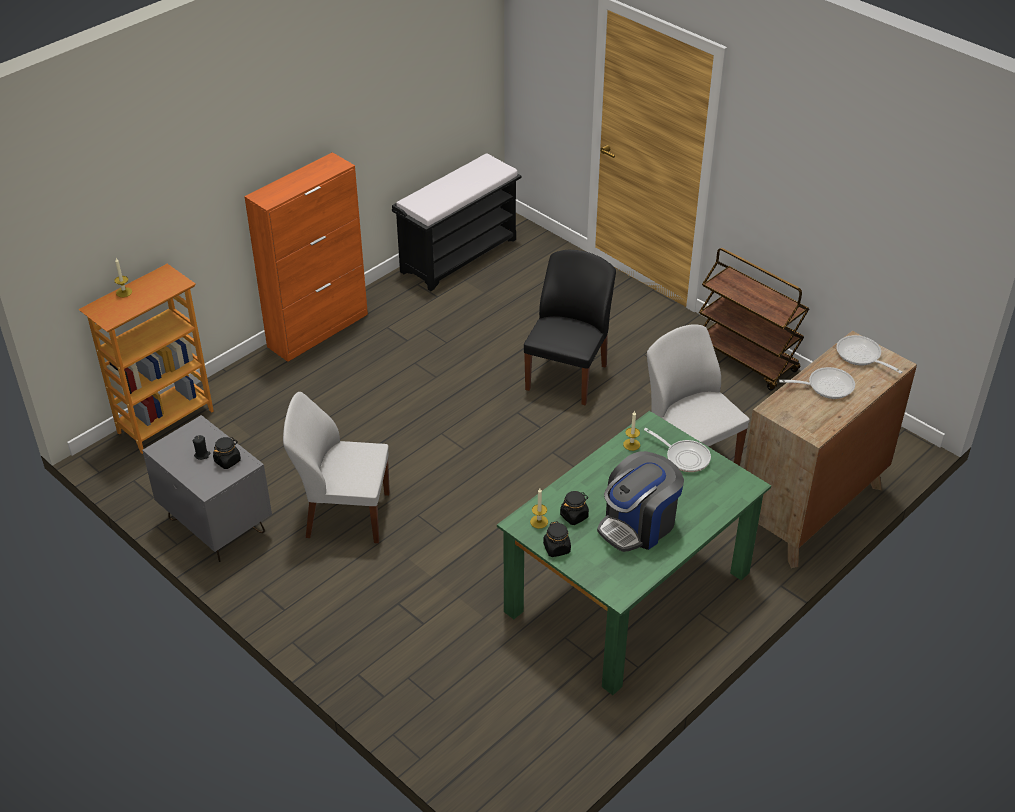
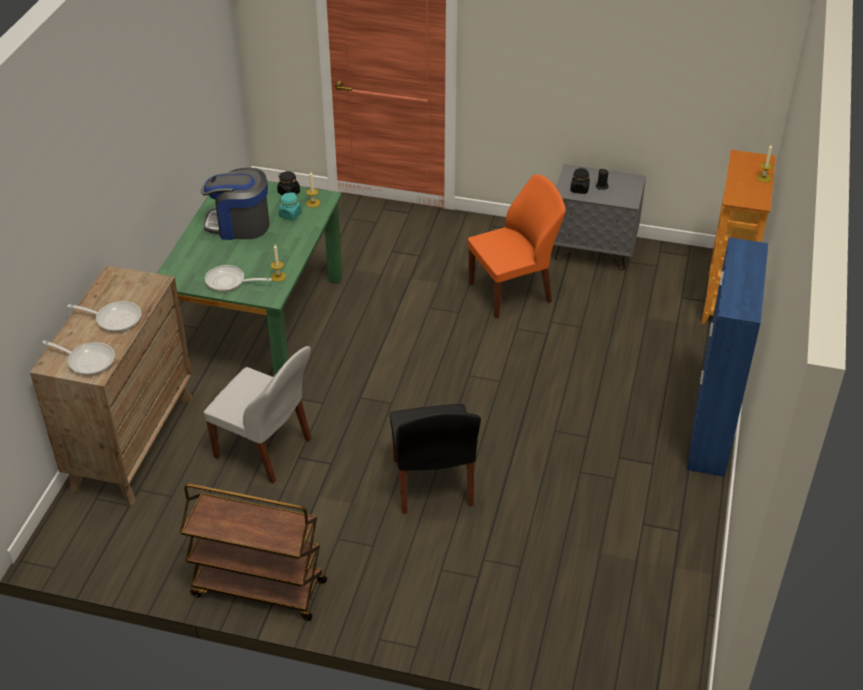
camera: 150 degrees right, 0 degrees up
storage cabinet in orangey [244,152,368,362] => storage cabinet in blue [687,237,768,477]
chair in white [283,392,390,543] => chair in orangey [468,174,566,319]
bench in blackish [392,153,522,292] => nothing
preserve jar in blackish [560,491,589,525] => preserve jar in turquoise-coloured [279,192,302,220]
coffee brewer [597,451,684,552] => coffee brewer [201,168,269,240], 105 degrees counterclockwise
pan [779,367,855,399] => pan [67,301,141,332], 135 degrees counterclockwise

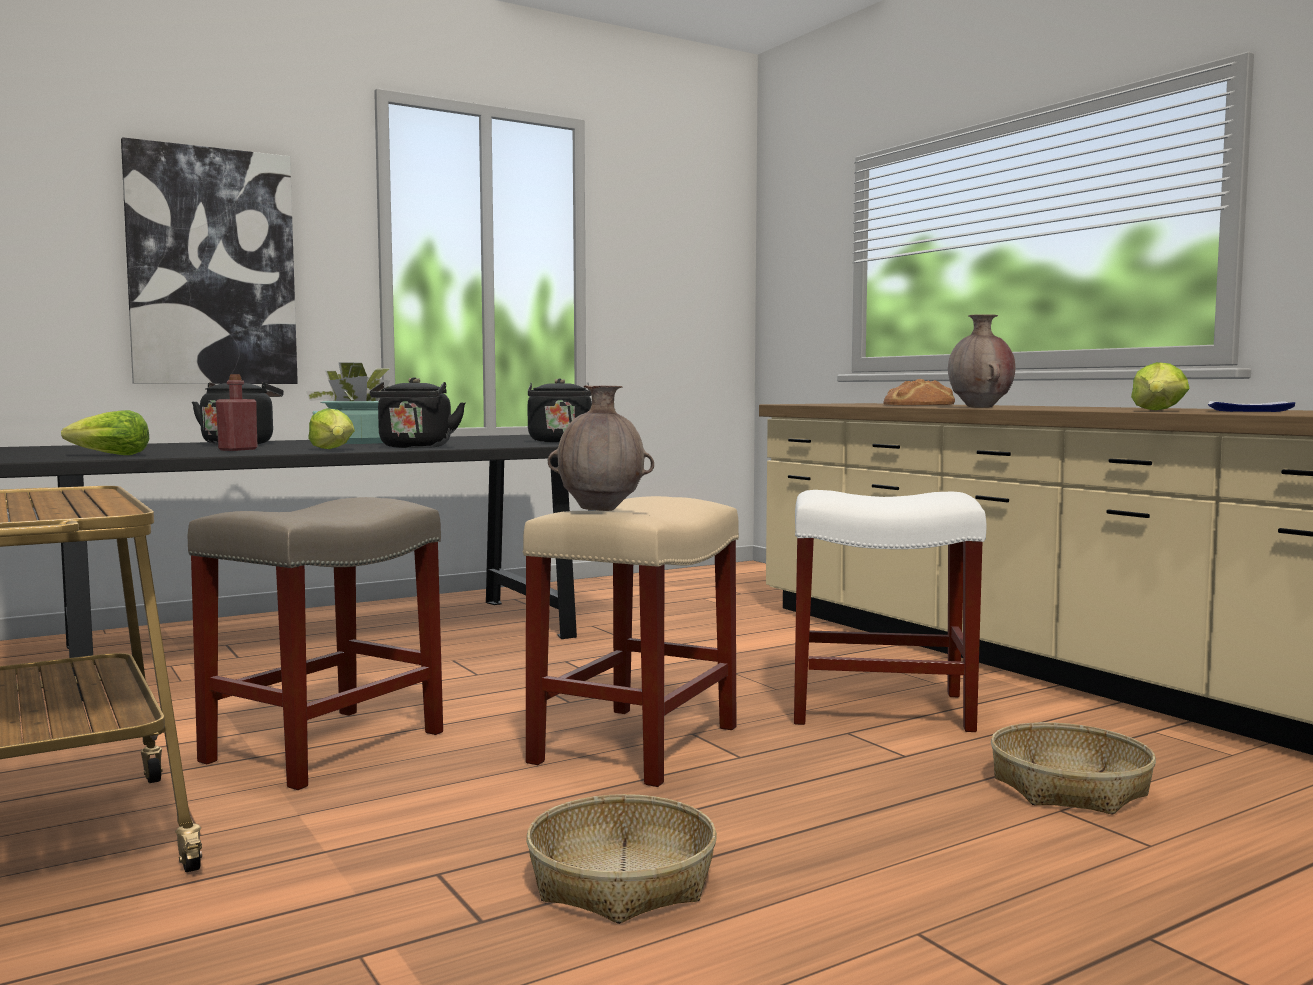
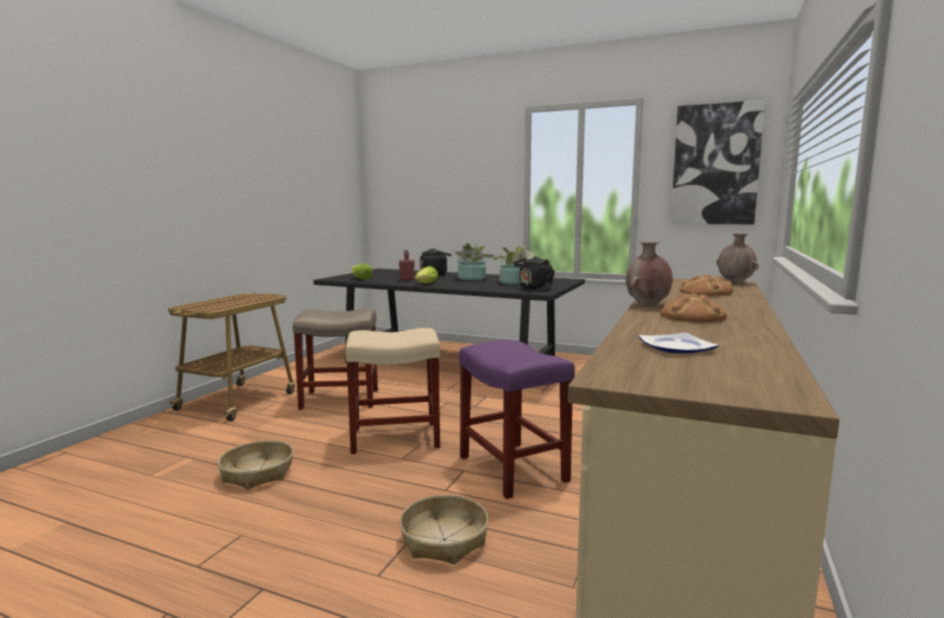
camera: 55 degrees right, 5 degrees up
wall picture [121,137,298,384] => wall picture [671,100,765,224], relocated
kettle in blackish [370,377,466,448] => nothing
vase in brown-coloured [548,385,654,511] => vase in brown-coloured [716,233,759,284], relocated
stool in white [794,490,986,732] => stool in purple [459,340,575,499]
head of lettuce [1131,362,1190,410] => nothing
nothing => plant in a pot [489,245,534,285]
nothing => baked bread [660,294,727,322]

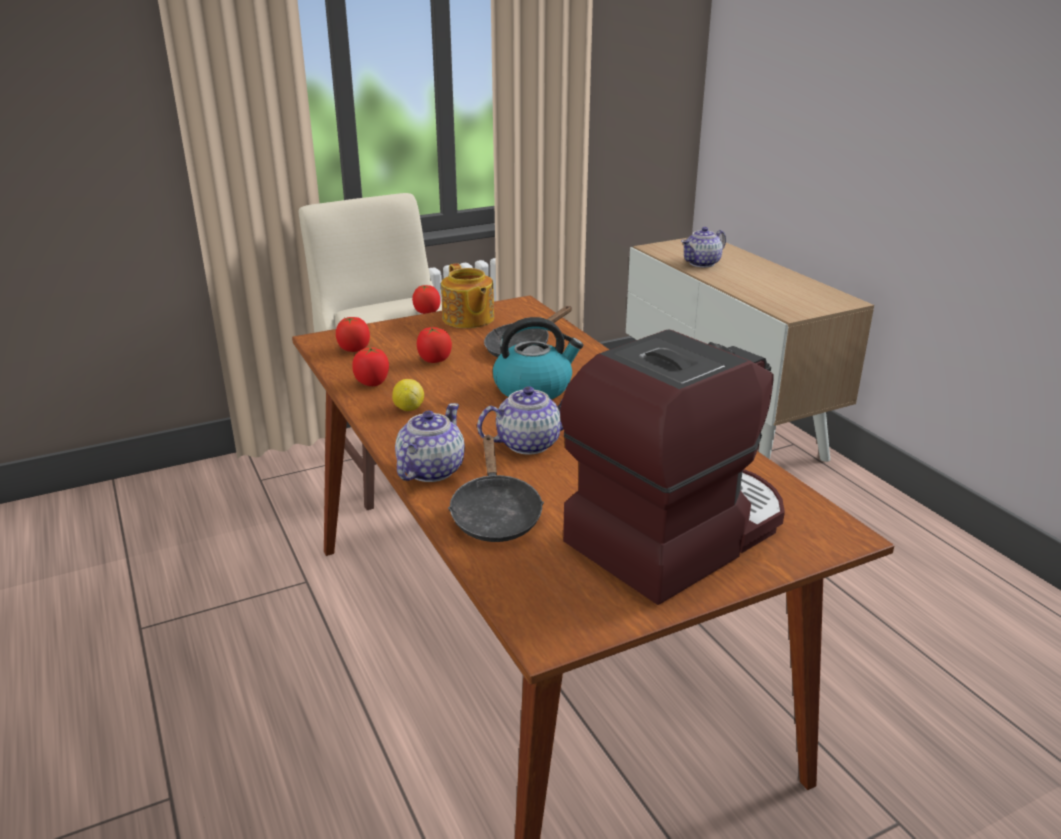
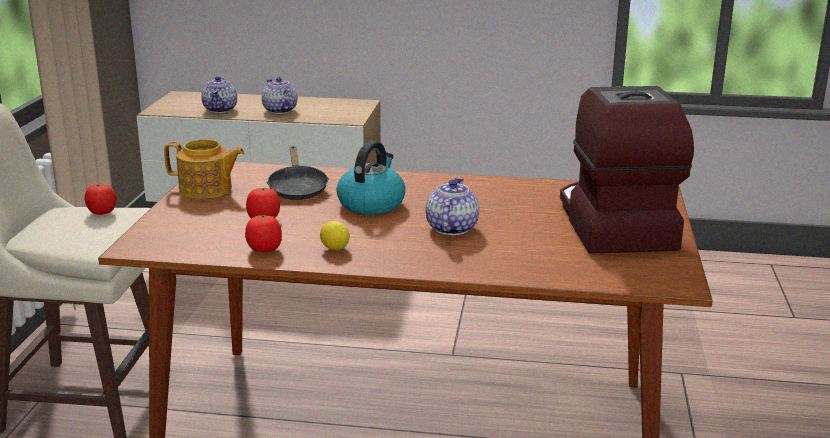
camera: 55 degrees left, 5 degrees down
whole tomato [336,317,370,352] => nothing
teapot [395,403,465,482] => teapot [262,77,297,114], relocated
pan in blackish [448,435,544,542] => nothing

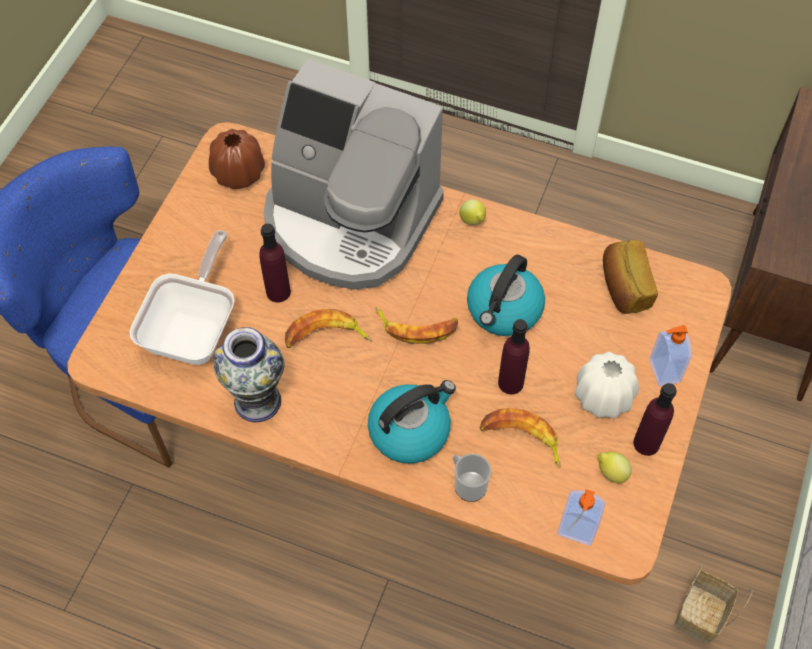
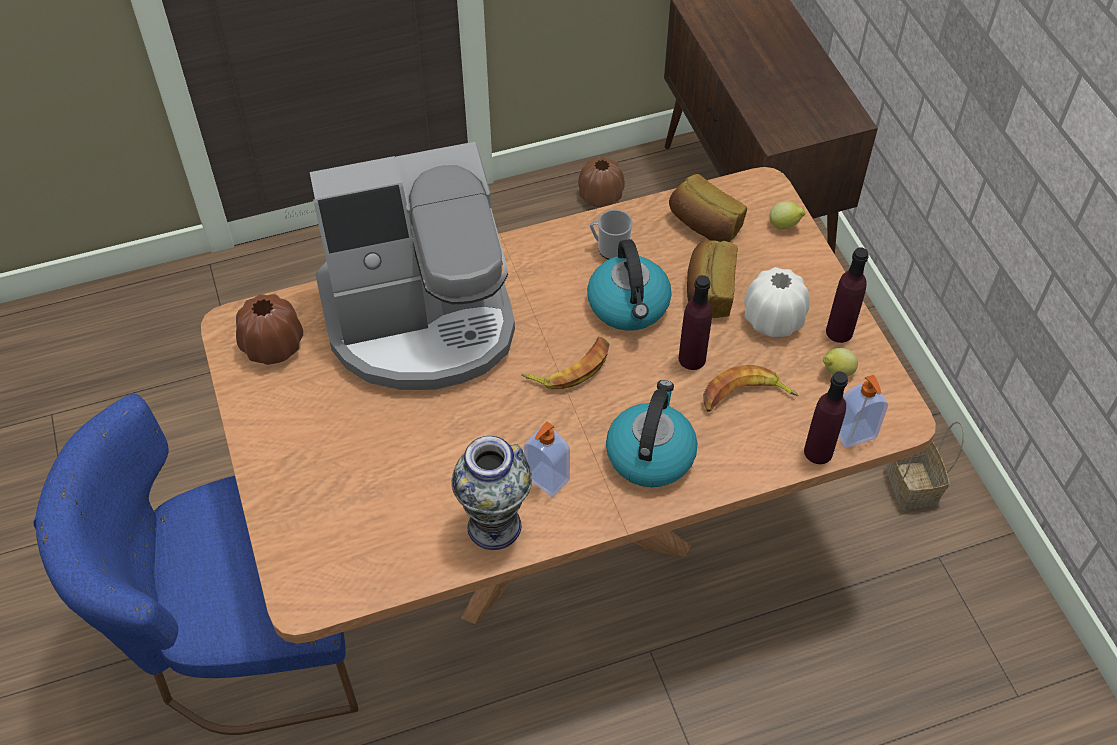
camera: 40 degrees left, 5 degrees down
pan [129,230,235,365] => nothing
bottle in purple [259,224,291,303] => bottle in purple [804,371,848,464], relocated
banana [285,309,371,348] => nothing
coffee mug [453,454,491,502] => coffee mug [590,210,633,260], relocated
lemon [459,199,486,225] => lemon [770,201,806,230], relocated
liquid soap bottle [650,325,692,386] => liquid soap bottle [524,421,570,497], relocated
nothing => vase in brown-coloured [578,157,625,207]
nothing => baked bread [687,240,738,318]

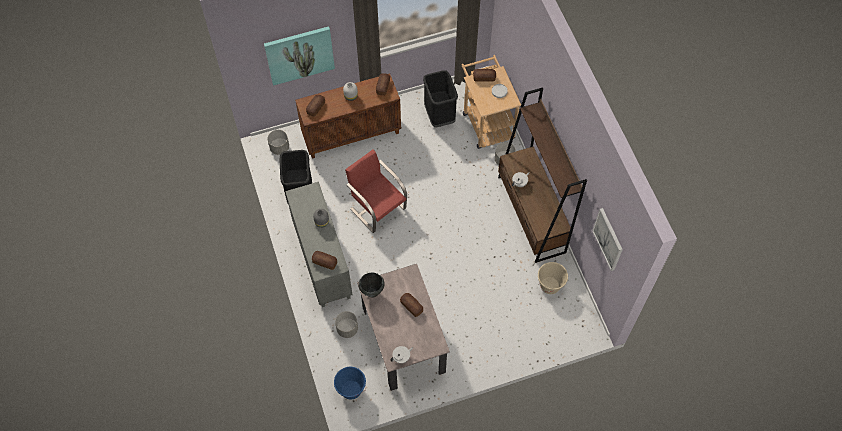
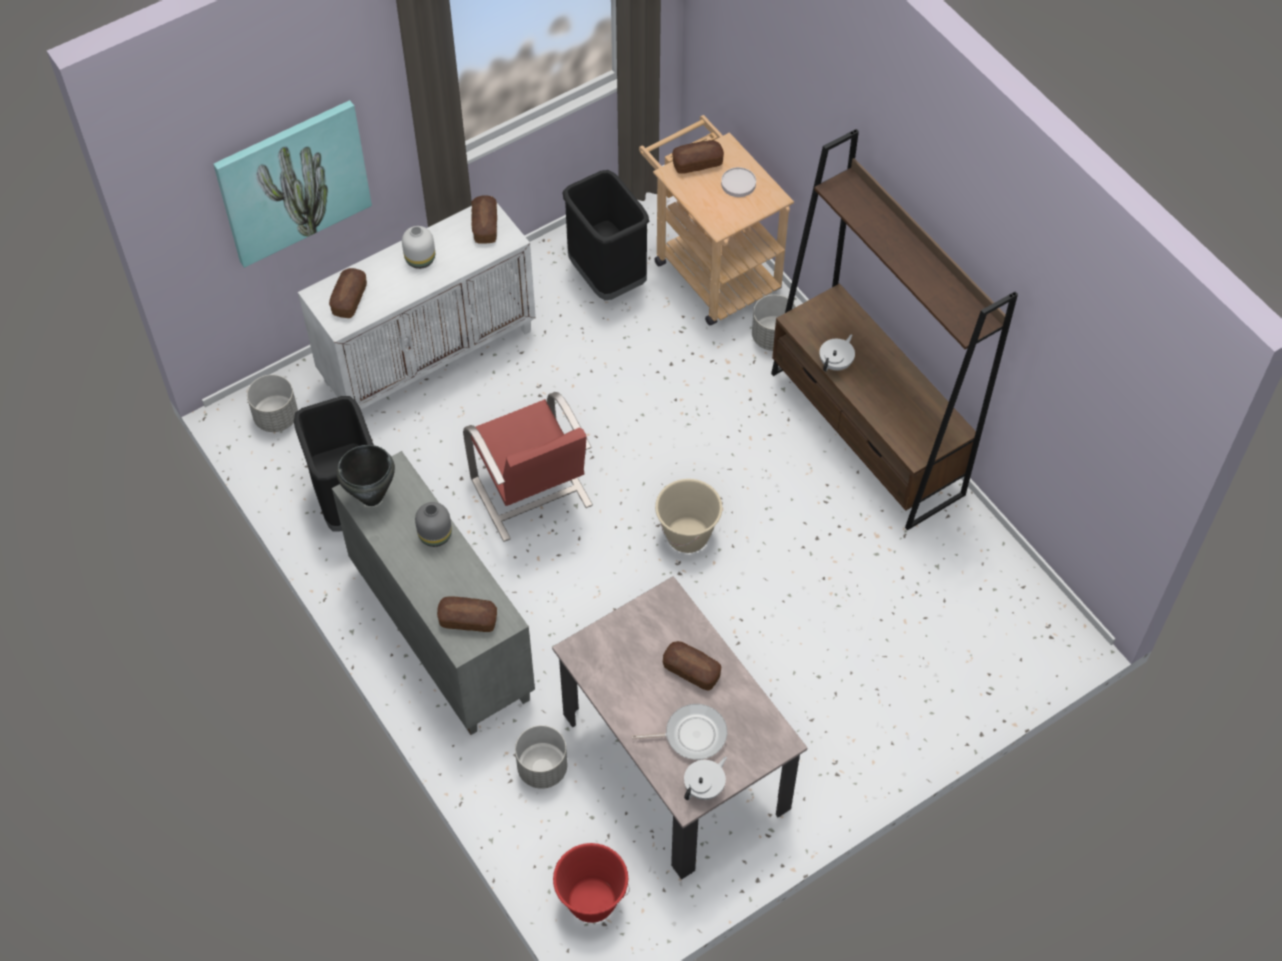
camera: 15 degrees left, 5 degrees down
storage cabinet in brown-coloured [295,73,401,158] => storage cabinet in white [298,203,536,409]
water bucket in blue [334,367,366,400] => water bucket in reddish [553,843,630,923]
chair in reddish [345,149,407,233] => chair in reddish [463,392,593,542], 150 degrees counterclockwise
cooking pot in blackish [358,273,385,298] => cooking pot in blackish [337,445,395,506], relocated
water bucket in sand-coloured [538,262,568,294] => water bucket in sand-coloured [655,479,722,553], relocated
wall picture [592,208,623,271] => nothing
nothing => pan [632,704,727,760]

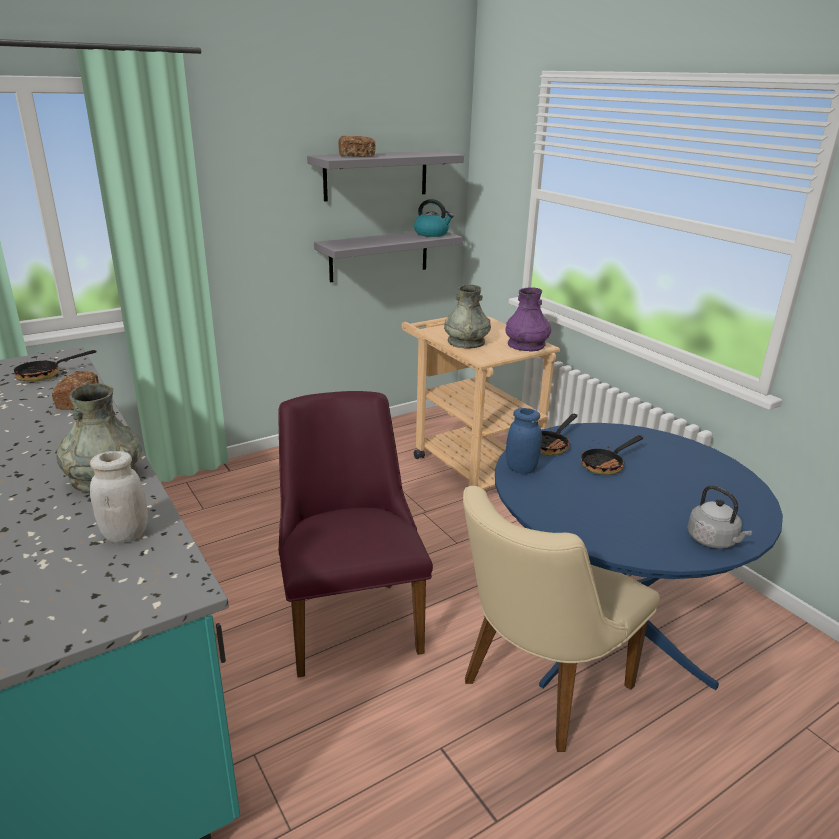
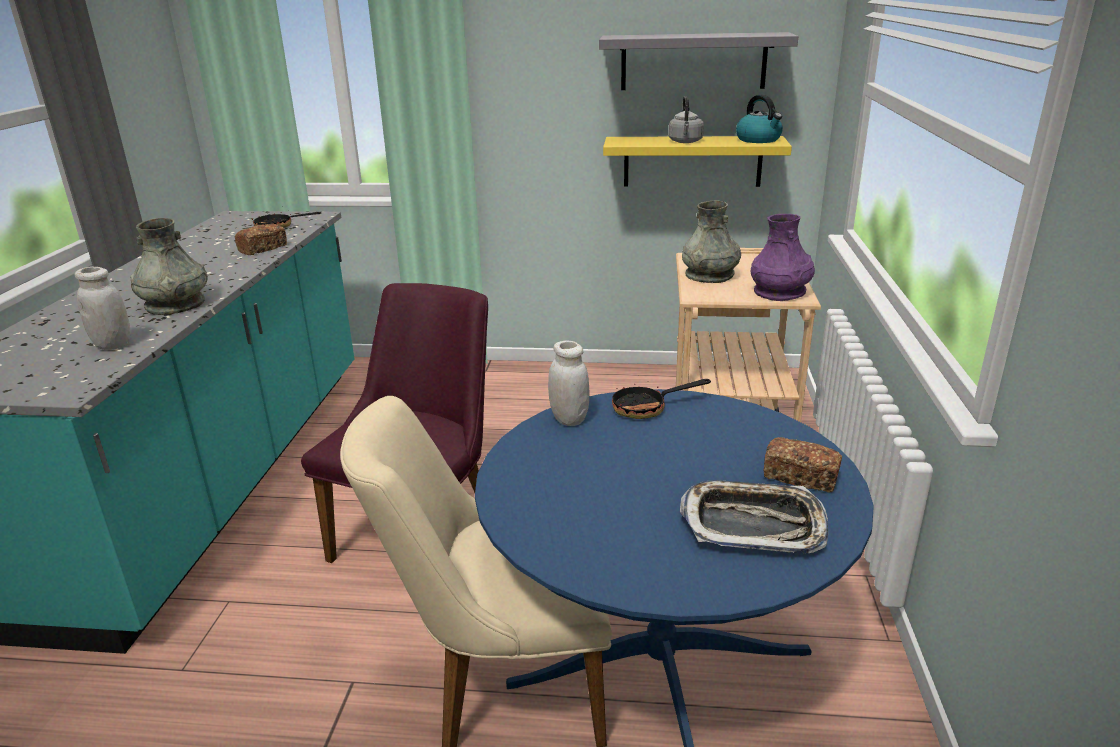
camera: 40 degrees right, 0 degrees up
shelf in gray [314,232,463,282] => shelf in yellow-coloured [603,136,792,187]
baked bread [338,136,375,157] => baked bread [763,437,842,492], relocated
preserve jar in blue [506,408,542,474] => preserve jar in white [548,340,589,426]
pan [581,435,643,475] => nothing
kettle in gray [687,485,752,549] => kettle in gray [668,96,704,143], relocated
nothing => serving tray [680,480,828,554]

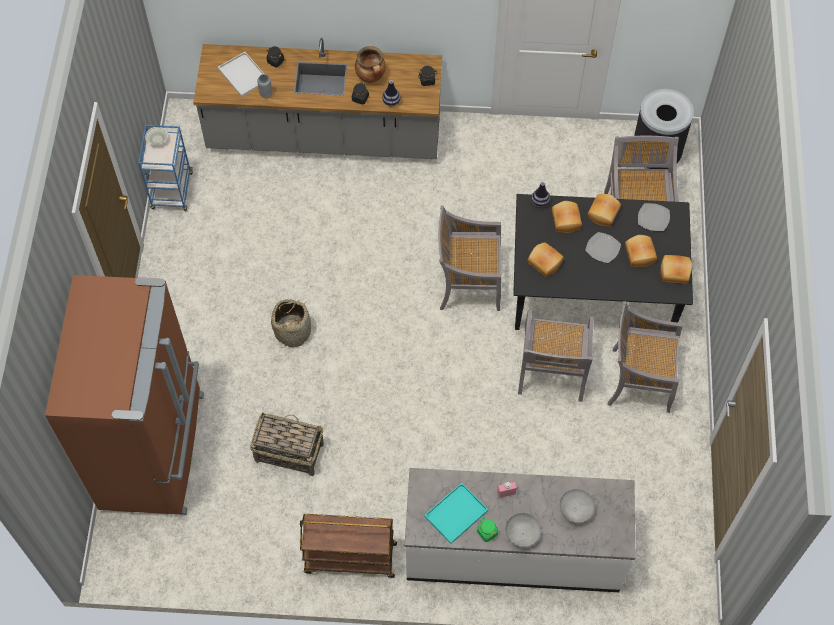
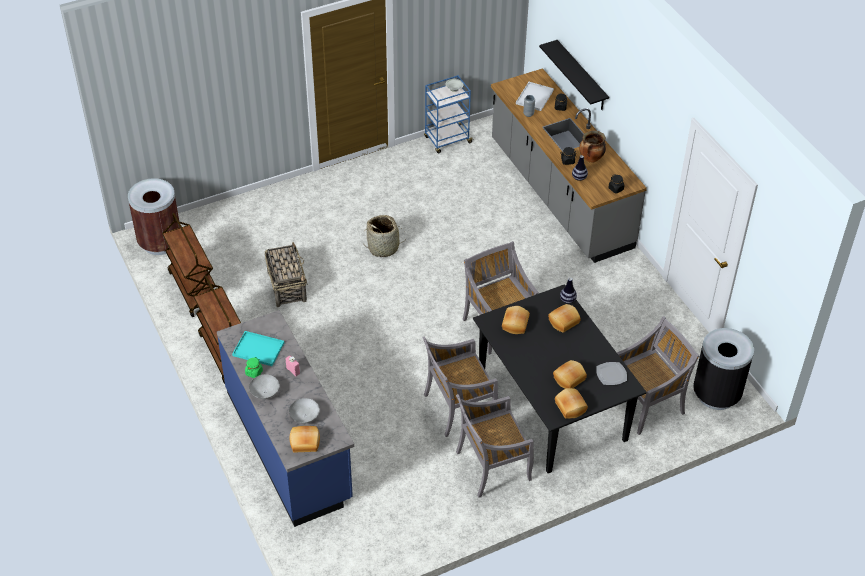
camera: 60 degrees right, 15 degrees down
fridge in brown-coloured [45,275,204,515] => nothing
counter in white [405,468,635,592] => counter in blue [217,310,354,527]
dinner plate [585,232,621,263] => nothing
baked bread [587,194,621,227] => baked bread [290,426,320,453], relocated
chair in gray [608,301,683,413] => chair in gray [456,394,534,498], 90 degrees counterclockwise
nothing => waste bin in brown-coloured [128,178,180,255]
nothing => cart in brown-coloured [162,213,215,317]
nothing => shelf in blackish [539,40,609,110]

